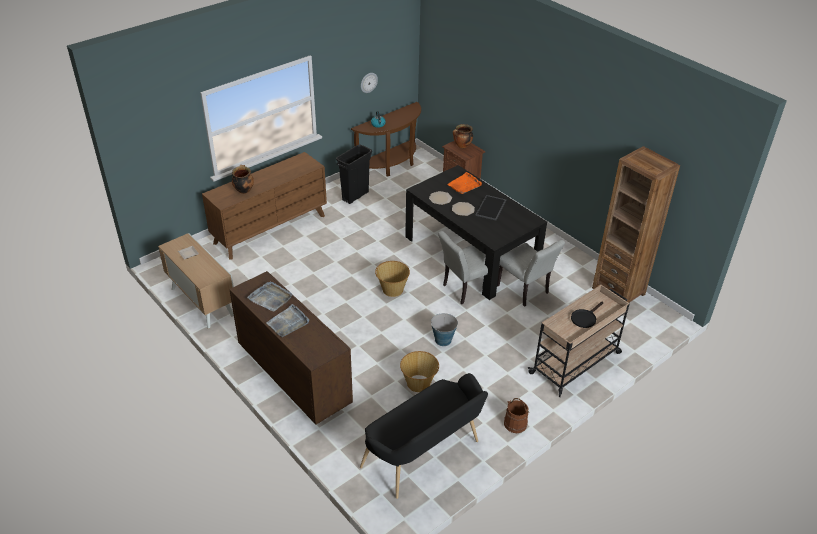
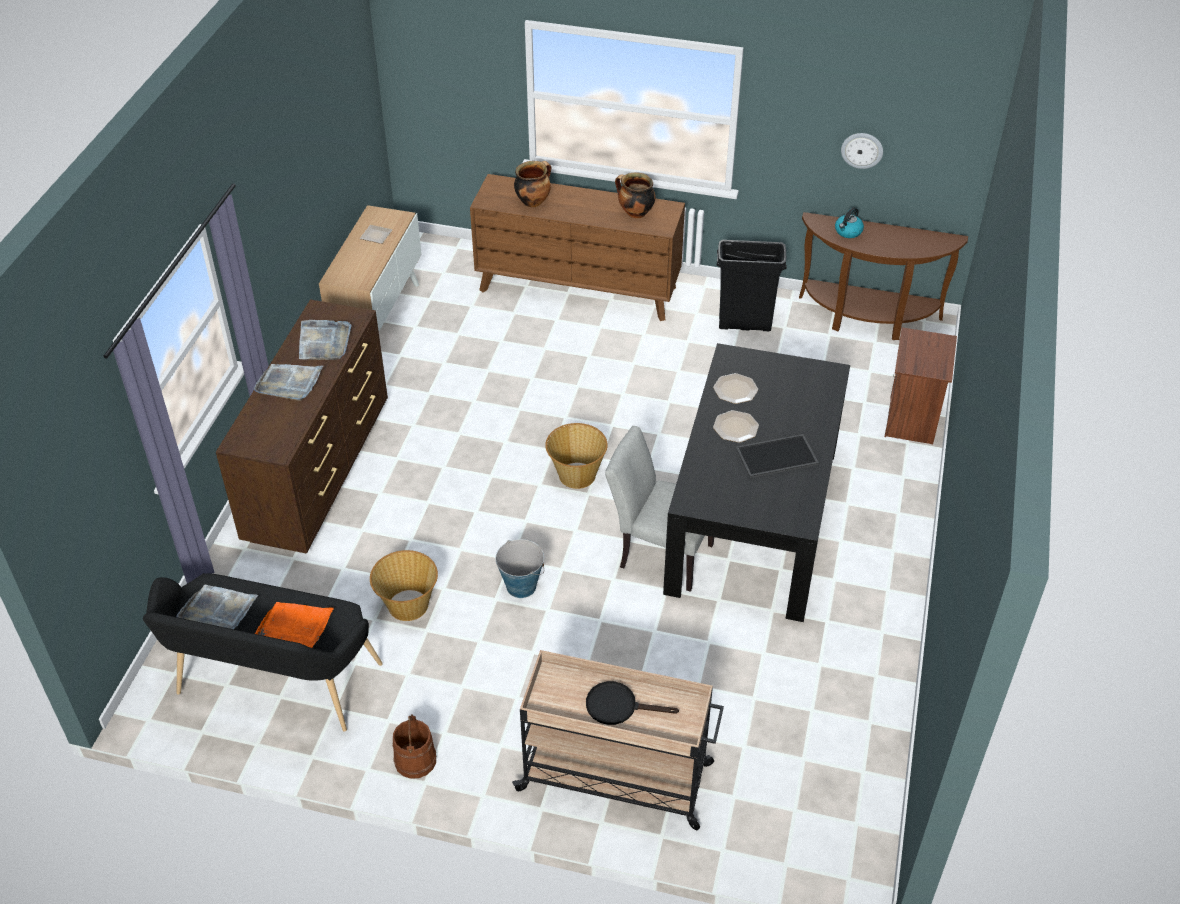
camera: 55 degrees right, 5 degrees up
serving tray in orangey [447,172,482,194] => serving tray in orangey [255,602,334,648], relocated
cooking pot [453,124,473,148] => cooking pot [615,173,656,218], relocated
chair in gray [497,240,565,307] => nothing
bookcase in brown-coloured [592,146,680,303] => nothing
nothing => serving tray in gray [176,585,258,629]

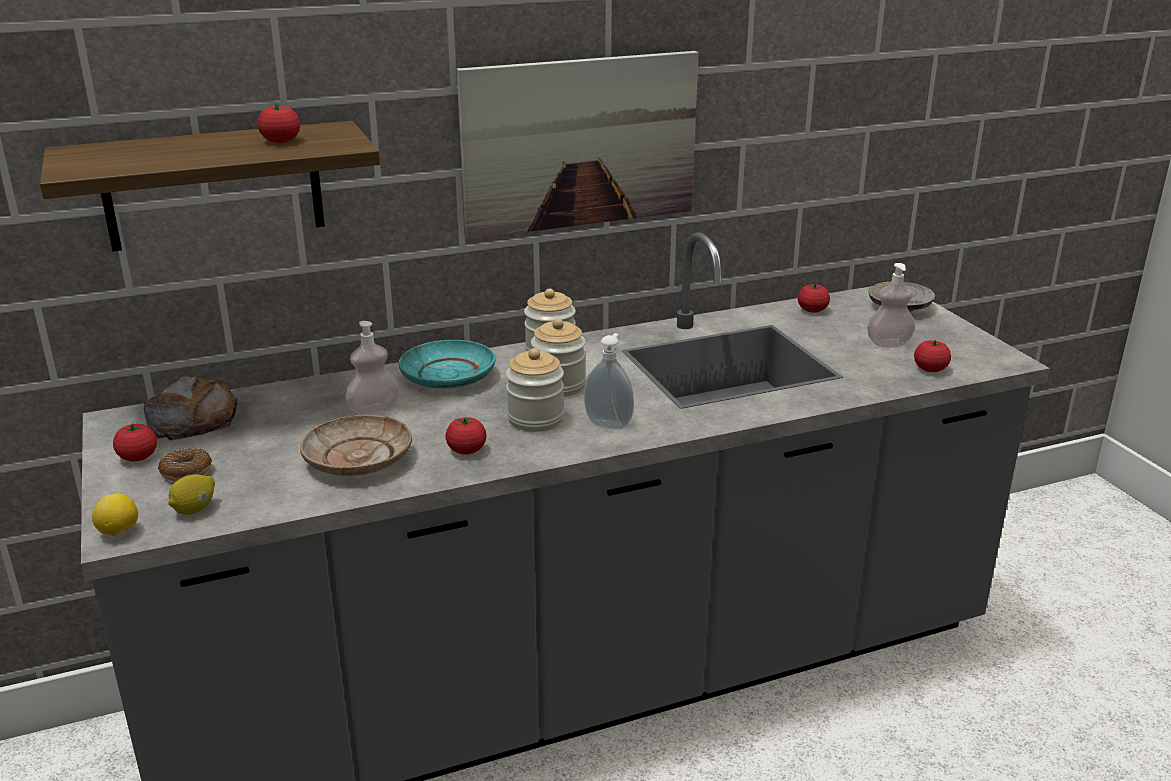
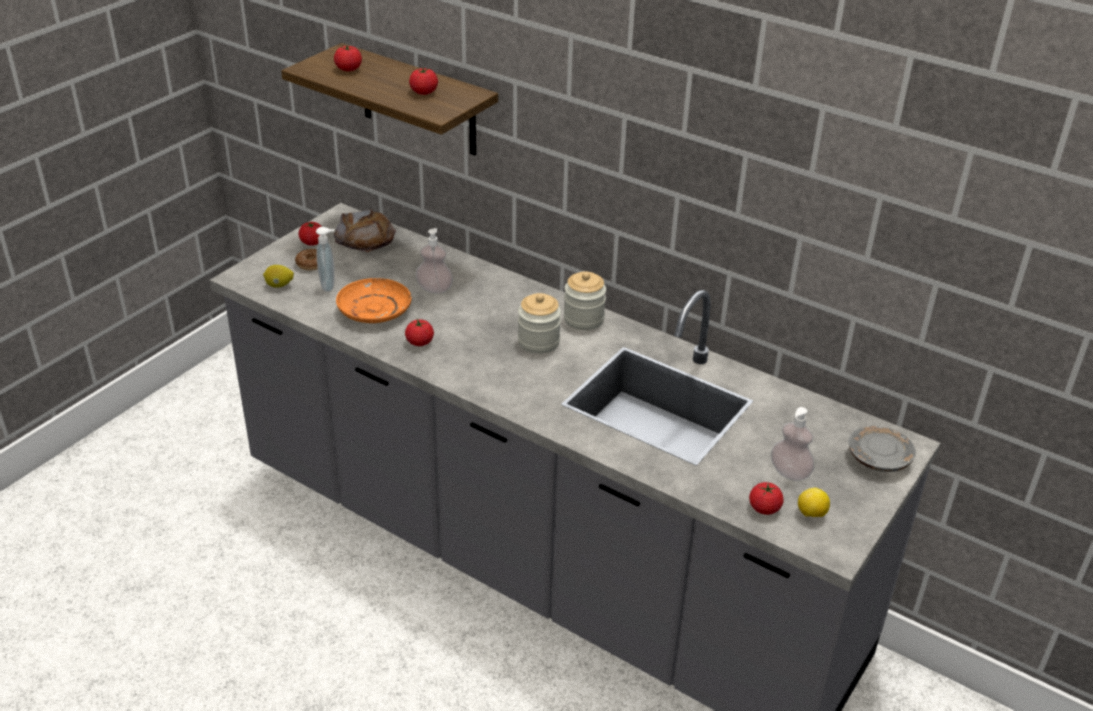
camera: 55 degrees right, 10 degrees up
lemon [92,494,138,536] => lemon [798,488,830,517], relocated
dinner plate in sand-coloured [300,415,412,476] => dinner plate in orangey [336,278,412,323]
dinner plate in turquoise-coloured [399,340,496,389] => nothing
wall picture [457,51,698,239] => nothing
preserve jar [506,348,564,432] => nothing
liquid soap bottle [584,333,634,429] => liquid soap bottle [316,227,335,292], relocated
whole tomato [798,284,830,313] => whole tomato [334,45,362,71], relocated

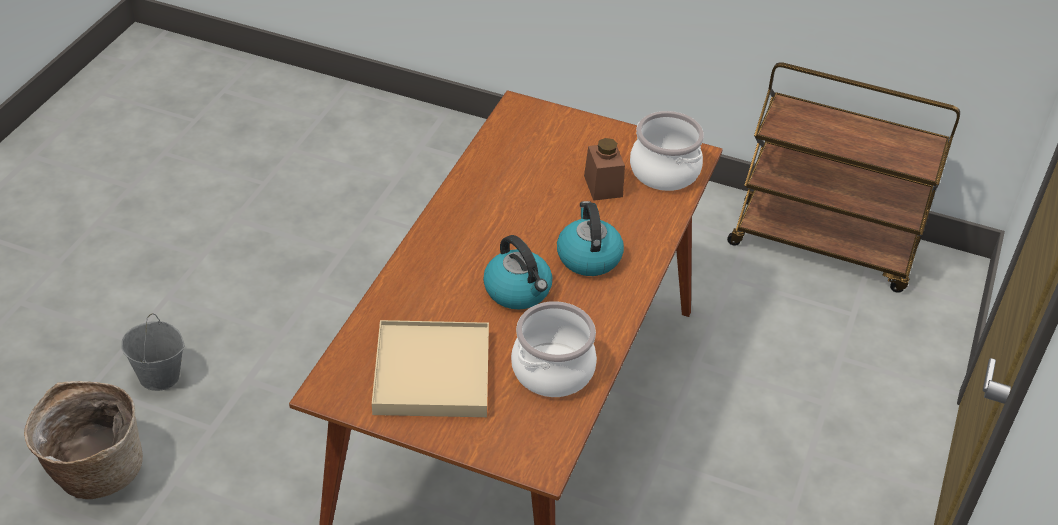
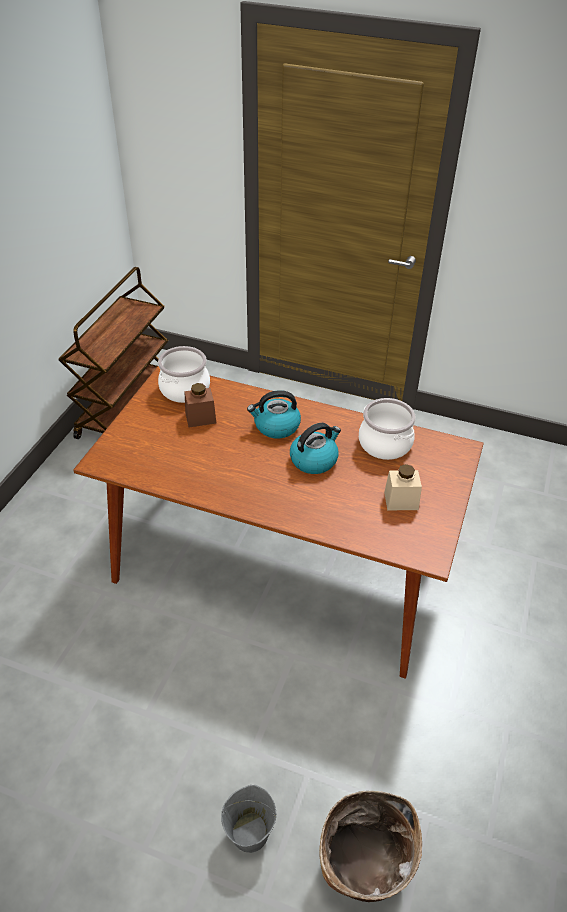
camera: 90 degrees left, 0 degrees up
serving tray in sand-coloured [372,320,489,417] => preserve jar in sand-coloured [384,464,422,510]

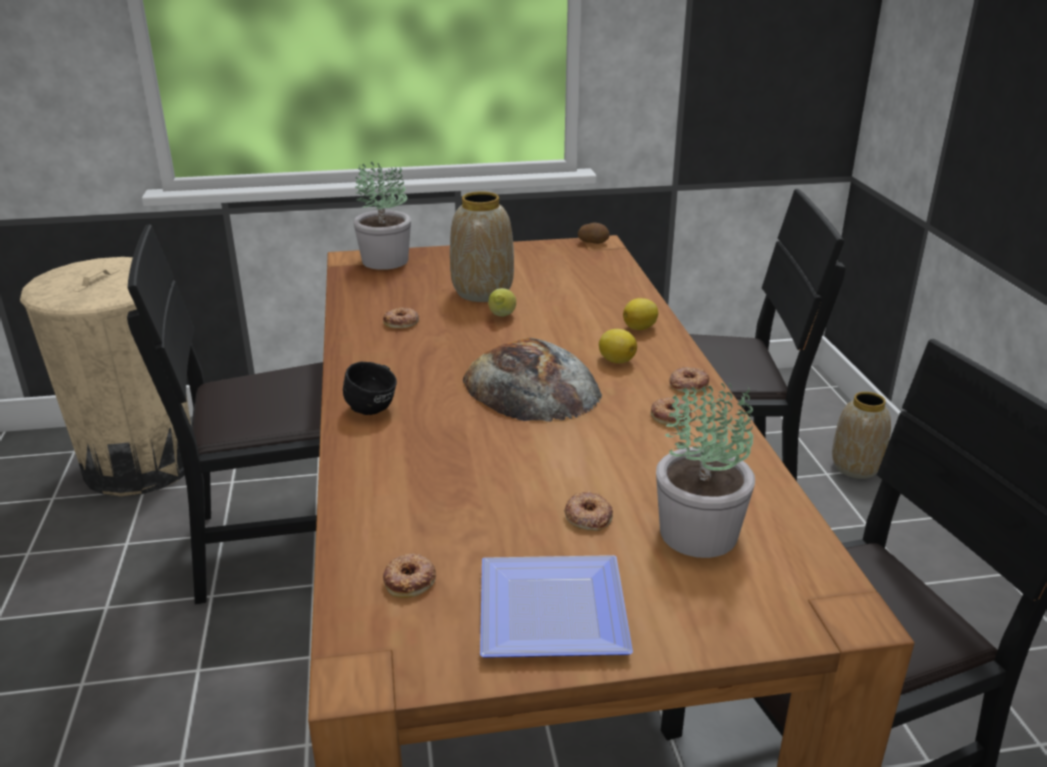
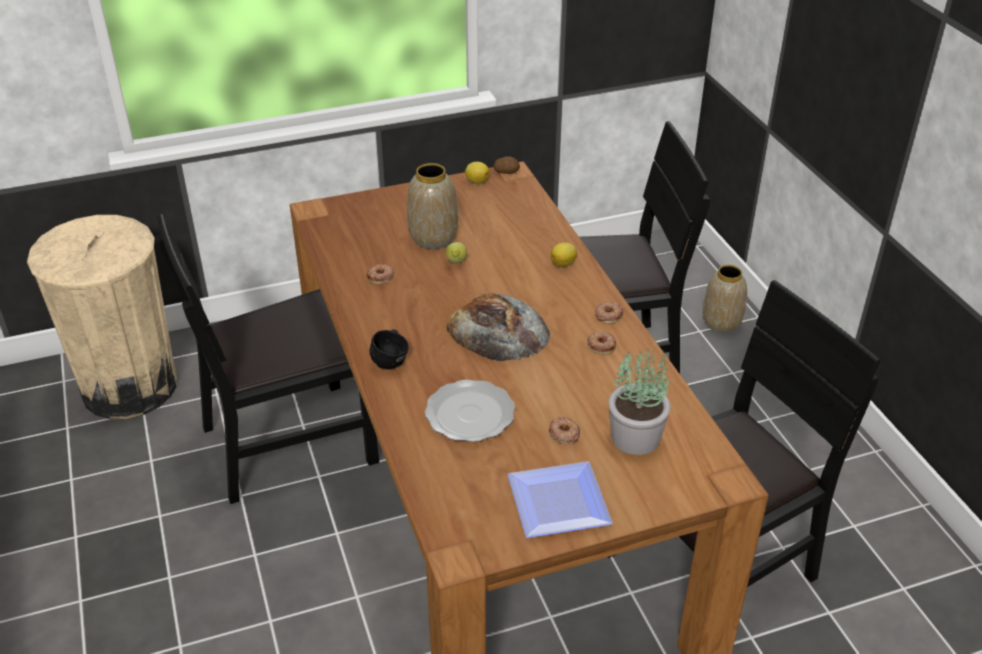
camera: 10 degrees left, 10 degrees up
plant in a pot [353,162,411,270] => nothing
doughnut [383,553,436,598] => nothing
lemon [599,329,637,363] => lemon [465,162,490,184], relocated
nothing => dinner plate [425,379,515,442]

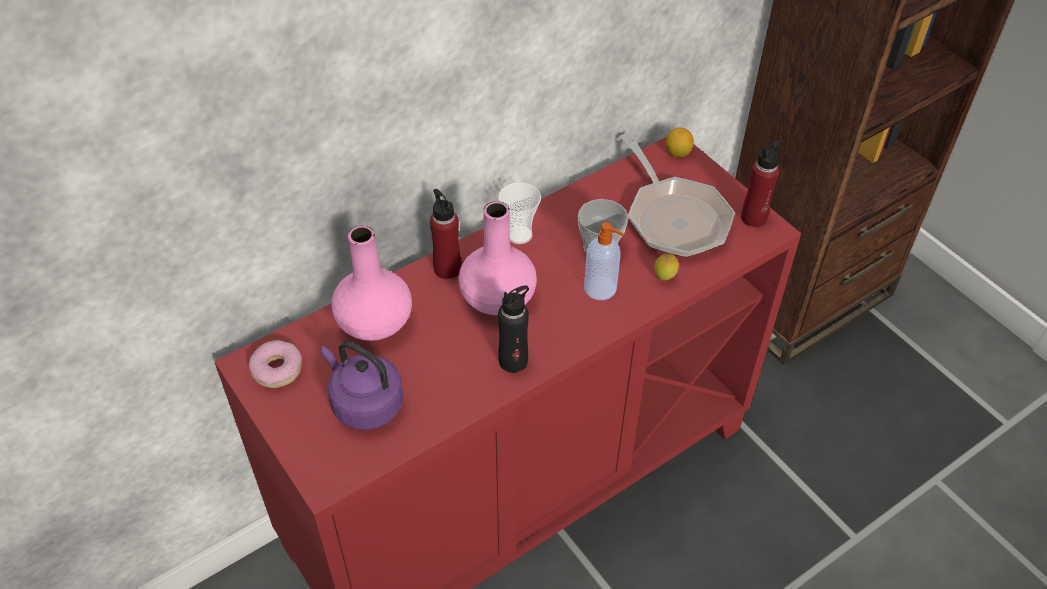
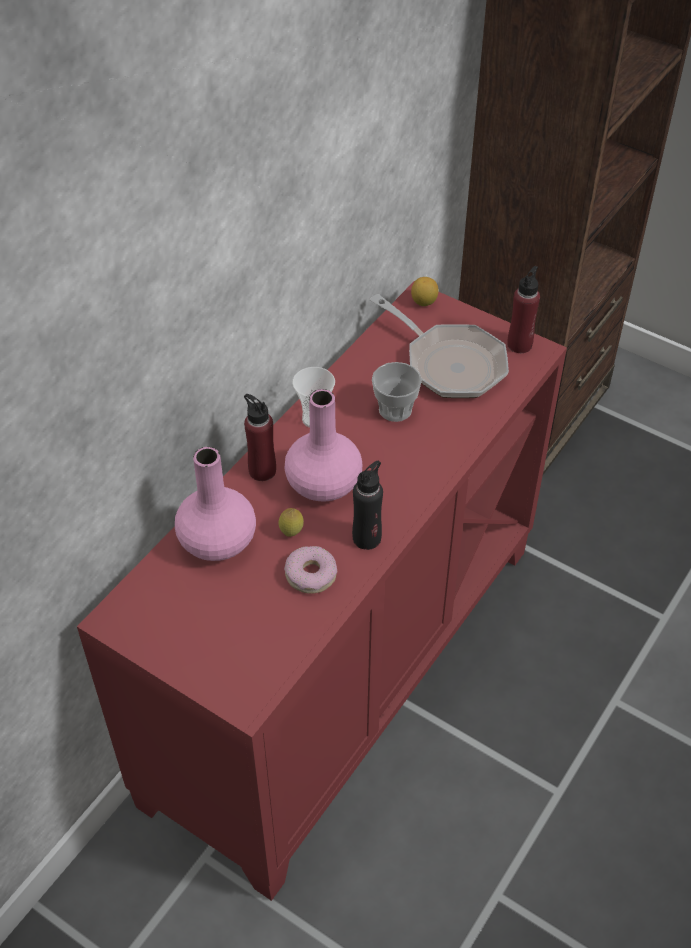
camera: 20 degrees left, 0 degrees up
doughnut [249,340,302,388] => doughnut [284,546,337,594], relocated
kettle in purple [320,341,404,430] => nothing
liquid soap bottle [584,222,624,300] => nothing
lemon [654,253,679,280] => lemon [278,508,304,537], relocated

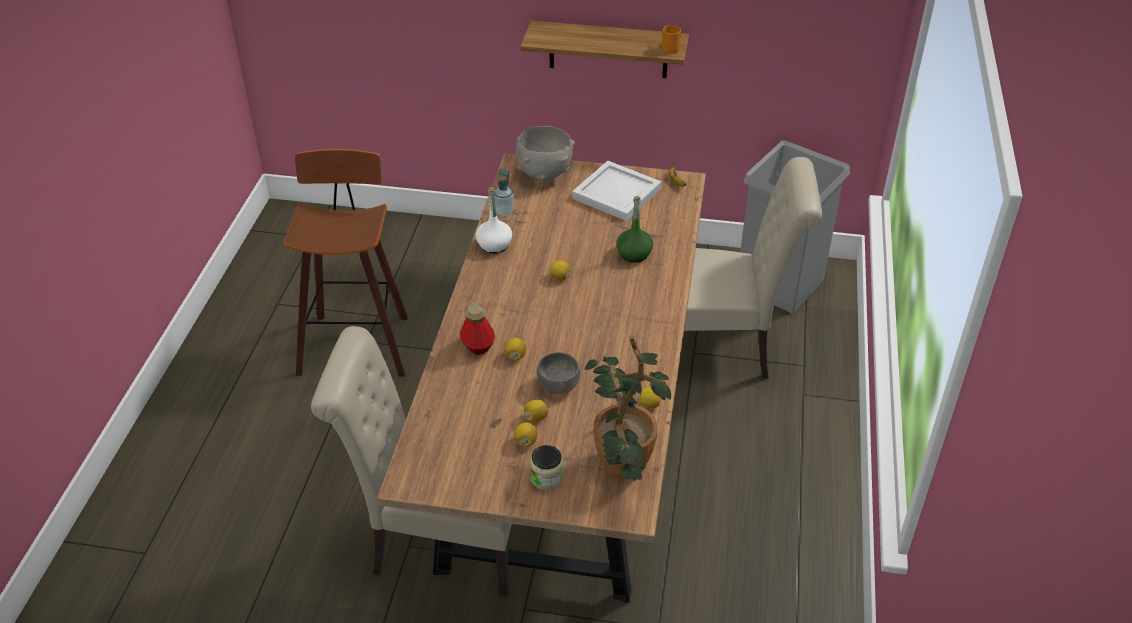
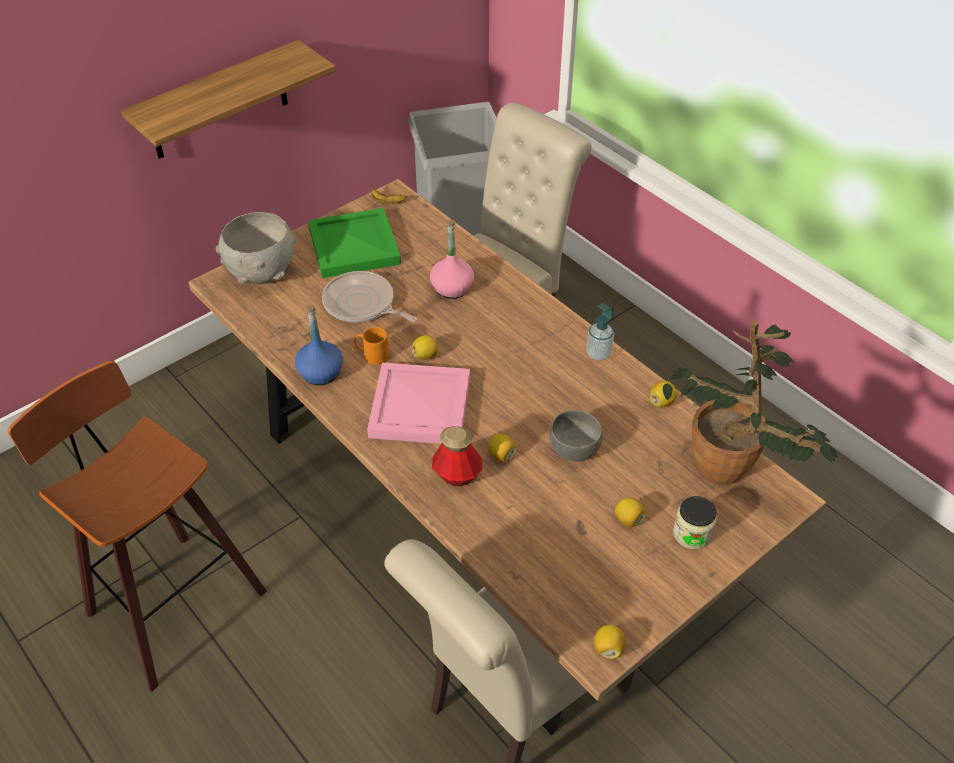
camera: 50 degrees left, 5 degrees up
bottle in white [476,187,512,254] => bottle in blue [295,304,343,385]
liquid soap bottle [495,169,514,216] => liquid soap bottle [586,303,614,361], relocated
lemon [524,400,548,422] => lemon [594,625,626,659], relocated
serving tray in white [572,161,662,221] => serving tray in green [308,208,401,278]
bottle in green [616,196,653,263] => bottle in pink [430,221,474,299]
coffee mug in orangey [662,25,681,54] => coffee mug in orangey [354,327,389,365], relocated
nothing => pan [322,271,417,323]
nothing => serving tray in pink [367,363,470,444]

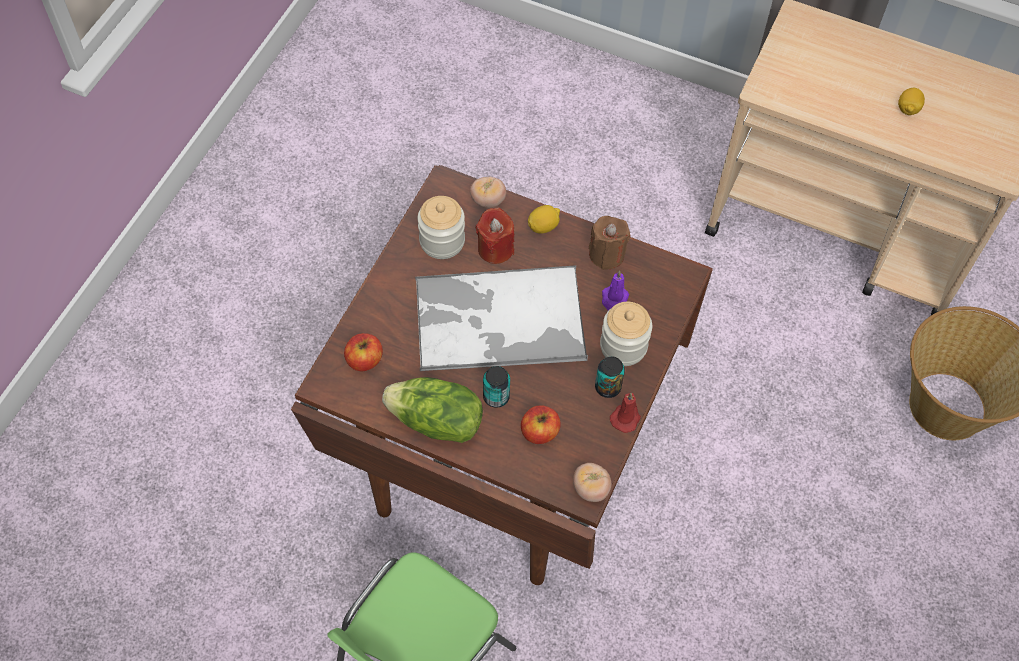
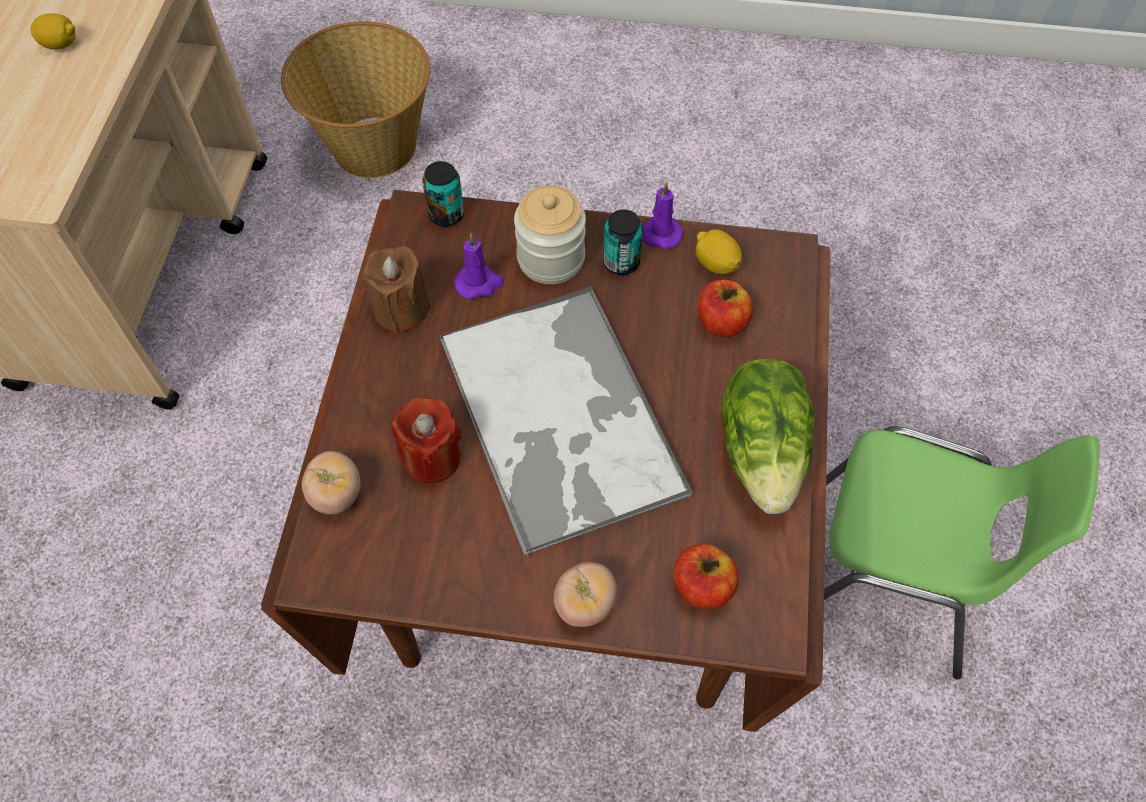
camera: 105 degrees left, 0 degrees up
preserve jar [418,196,465,259] => nothing
metal can [483,366,510,408] => metal can [422,161,464,227], relocated
lemon [528,205,560,234] => lemon [696,229,742,274], relocated
whole tomato [573,463,612,502] => whole tomato [554,562,617,627], relocated
wax candle in reddish [610,393,641,433] => wax candle in purple [642,182,683,249]

